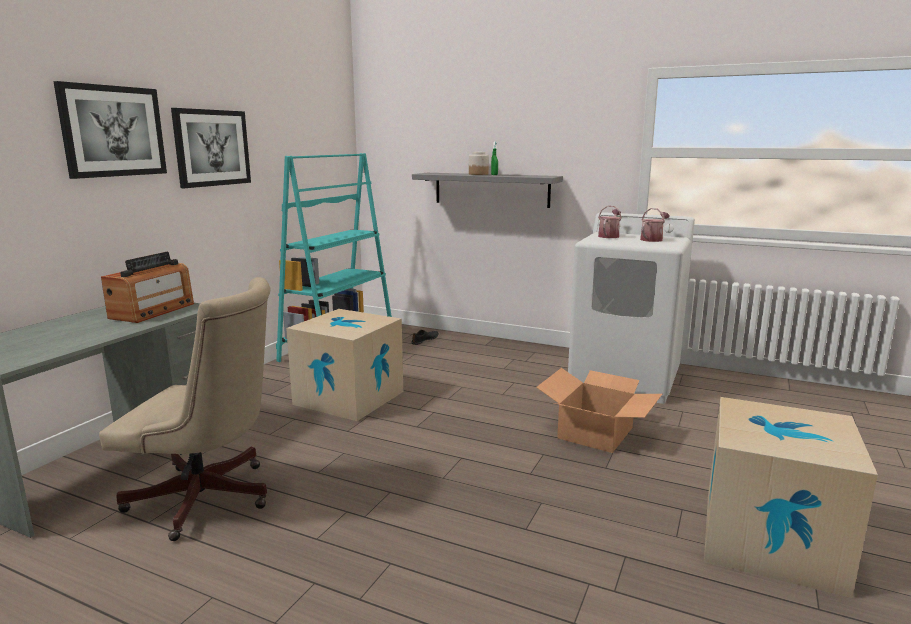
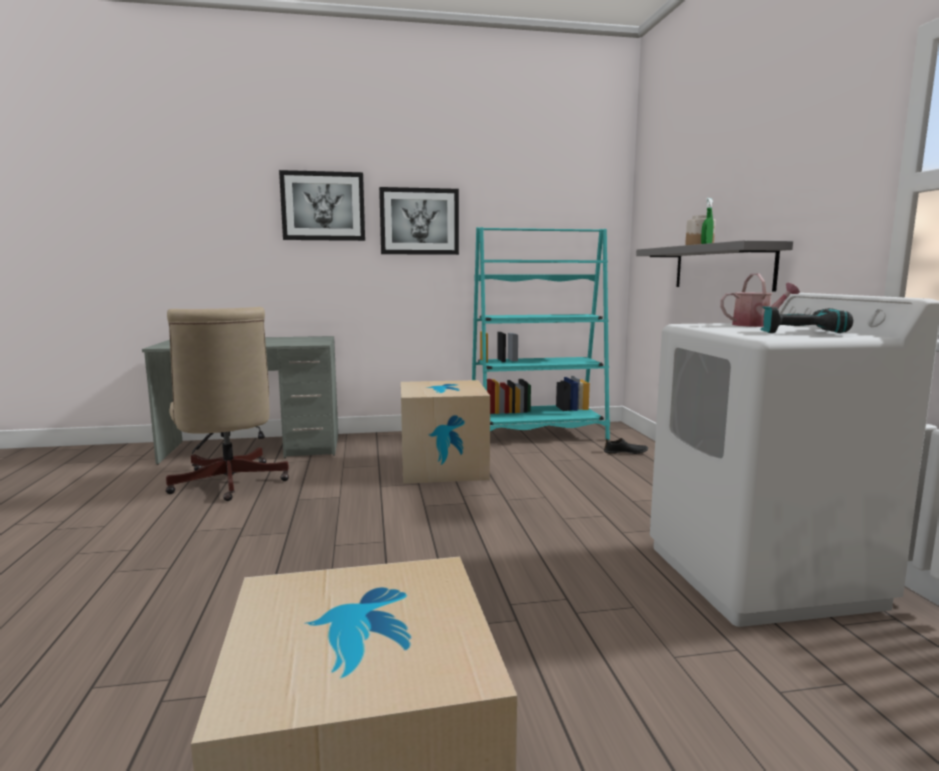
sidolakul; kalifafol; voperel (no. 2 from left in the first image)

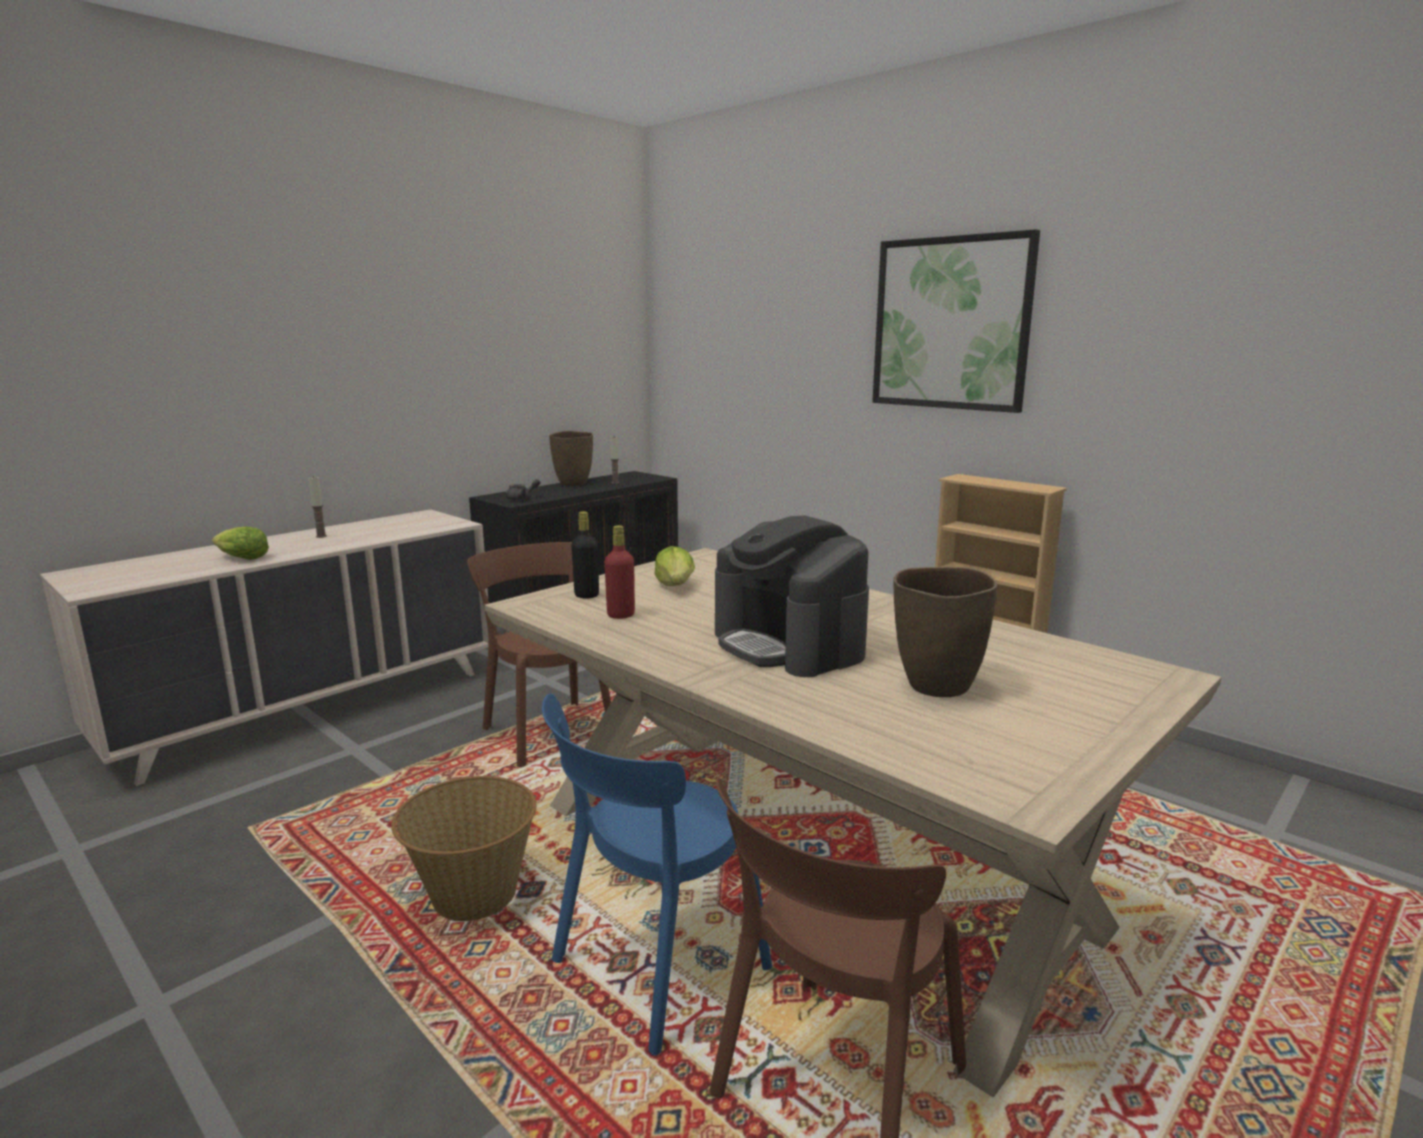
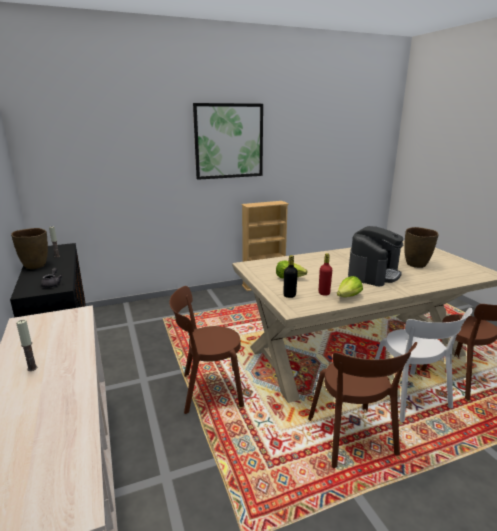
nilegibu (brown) (no. 2 from left); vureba (no. 2 from left); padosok; nilegibu (white)

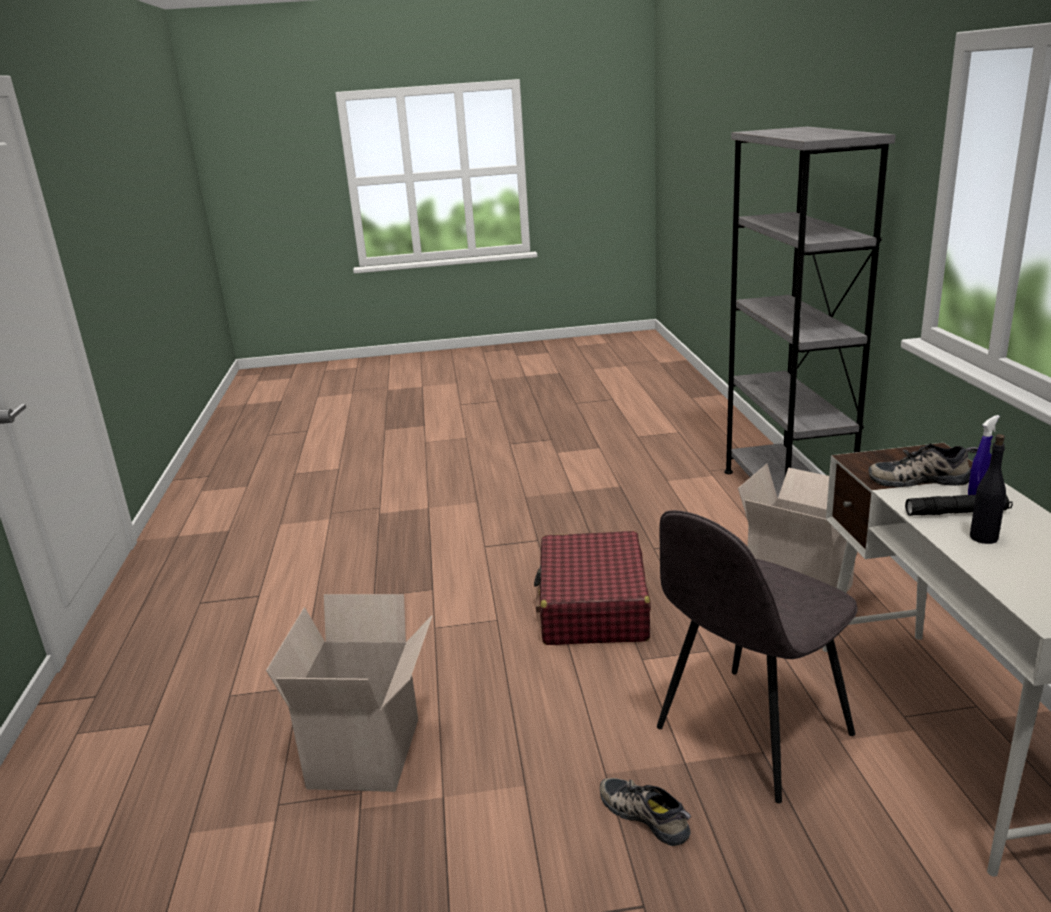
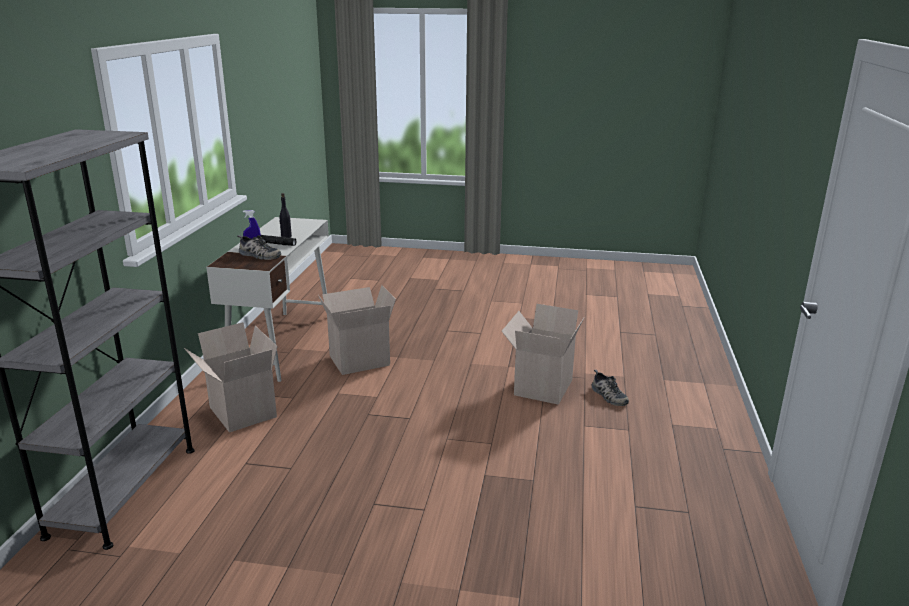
voperel (no. 2 from left); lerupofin (no. 2 from left); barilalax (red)

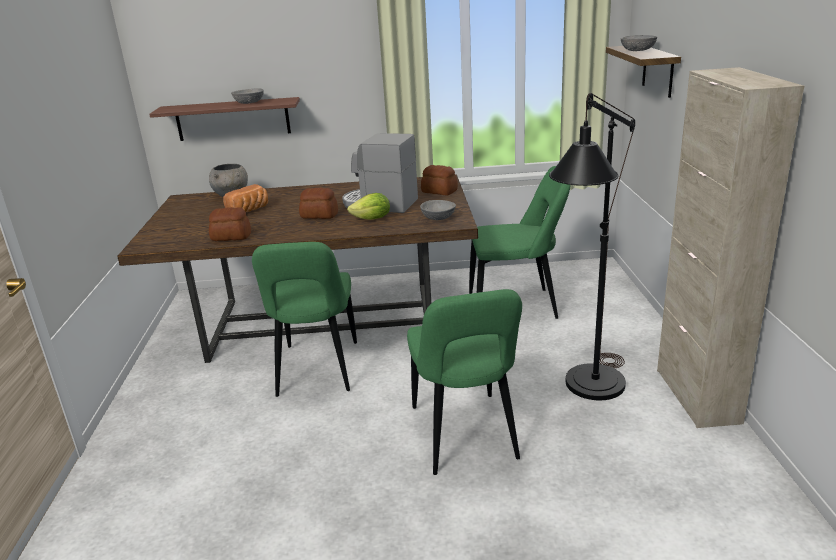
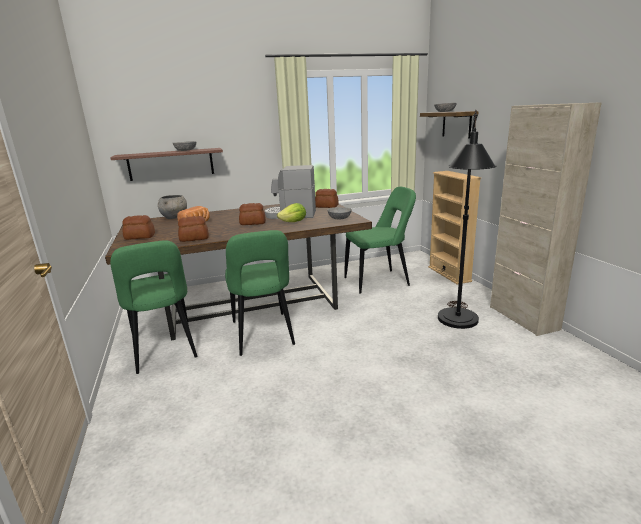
nilegibu (green) (no. 1 from left); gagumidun (no. 1 from left); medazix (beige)

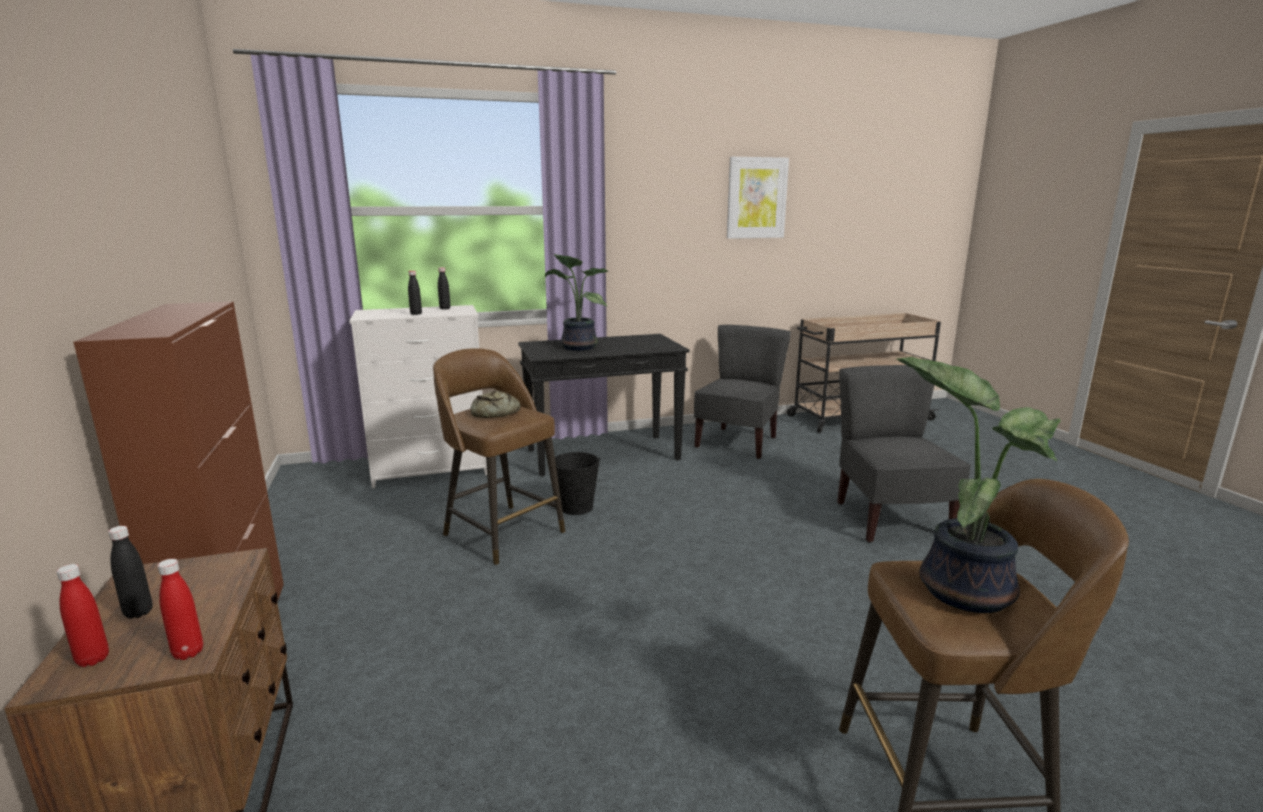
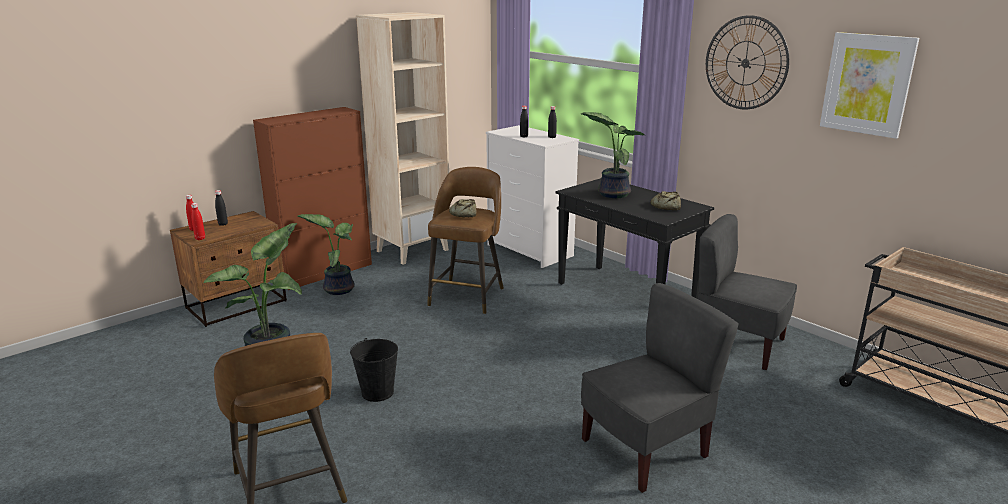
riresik (no. 2 from left); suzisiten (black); medazix (beige); gagumidun (no. 2 from left); nilegibu (grey) (no. 2 from left); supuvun

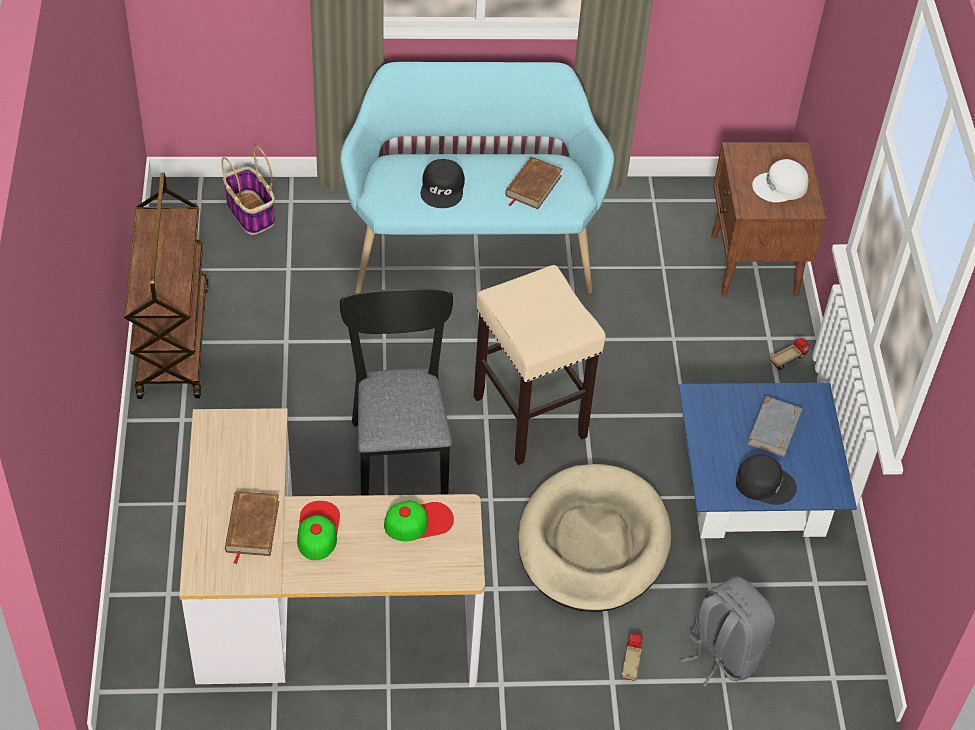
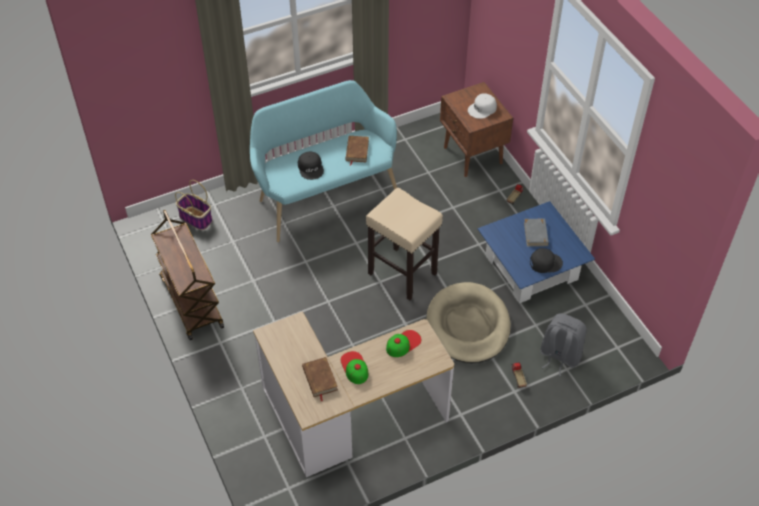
nilegibu (black)

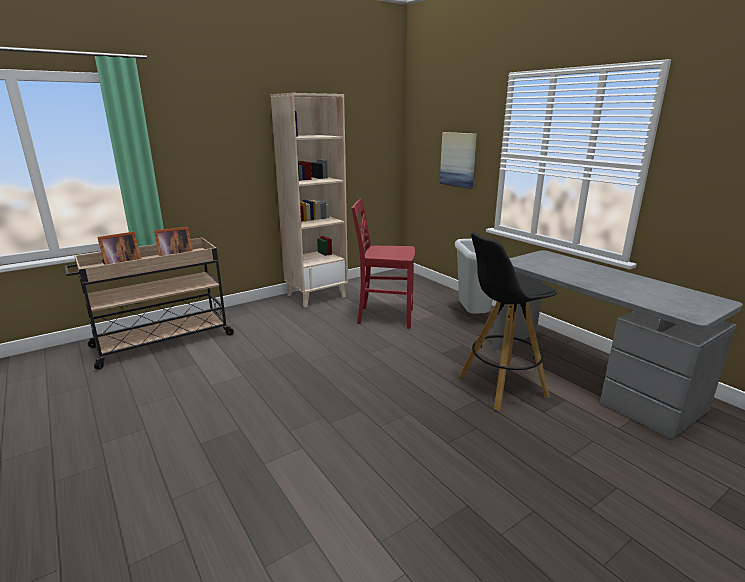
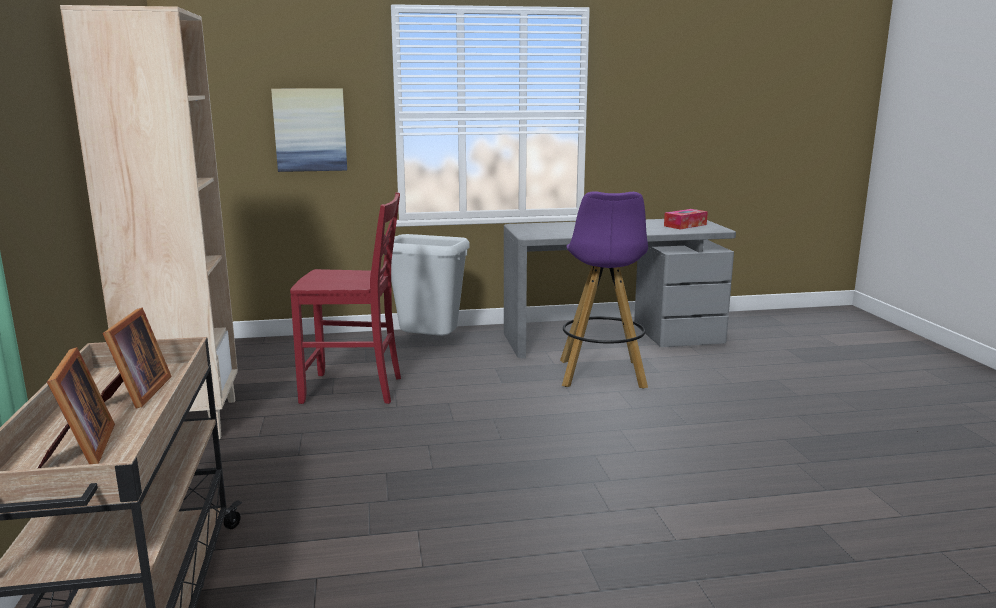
nilegibu (red); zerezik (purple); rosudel

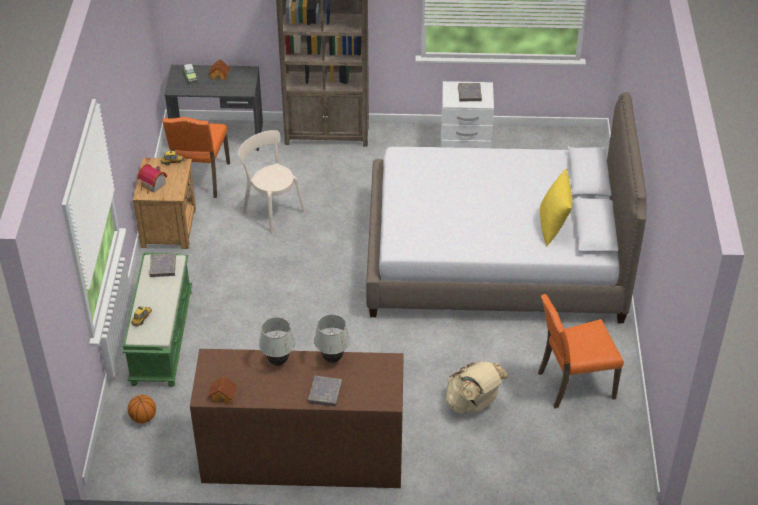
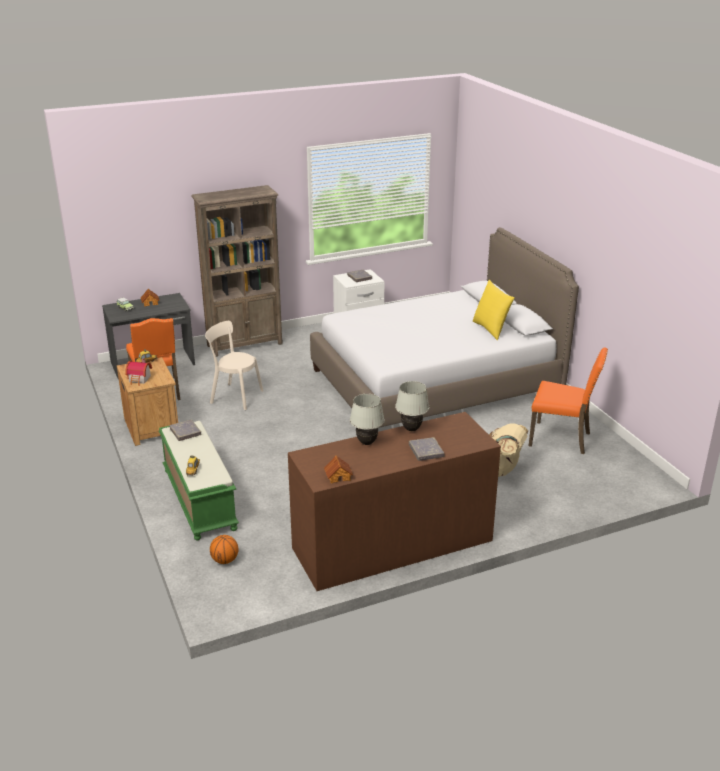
nilegibu (orange) (no. 2 from left)

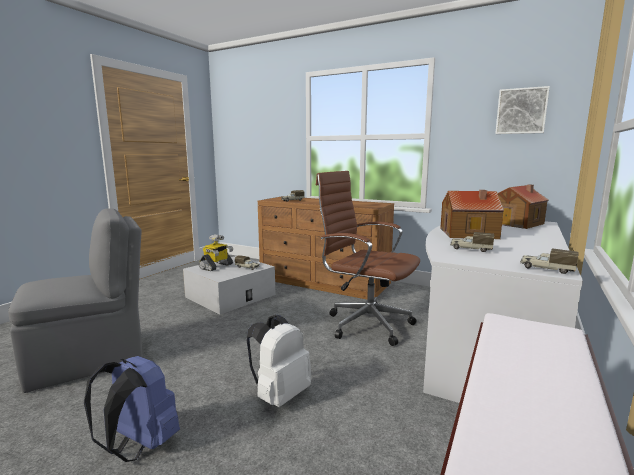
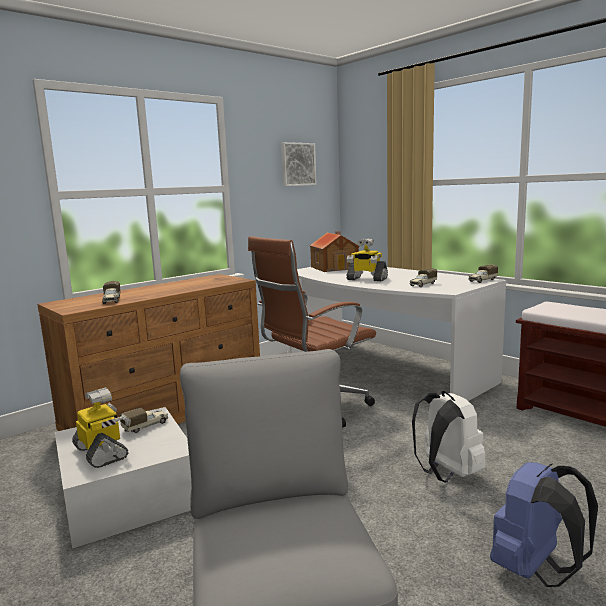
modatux (no. 2 from left)

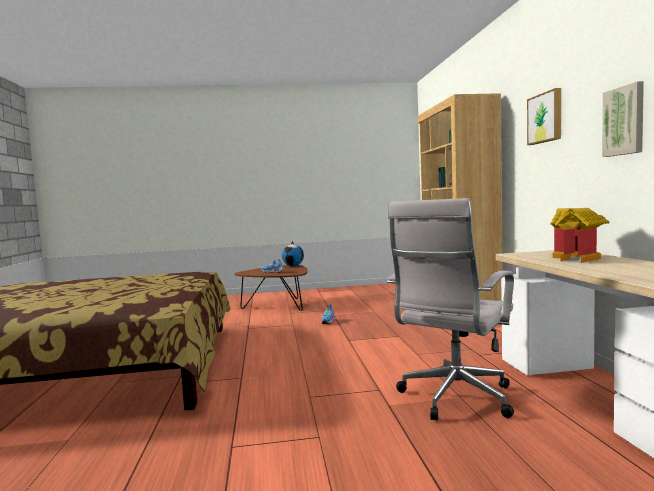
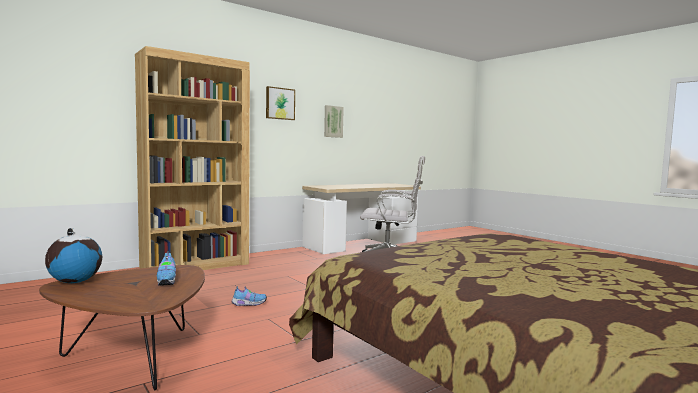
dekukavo

